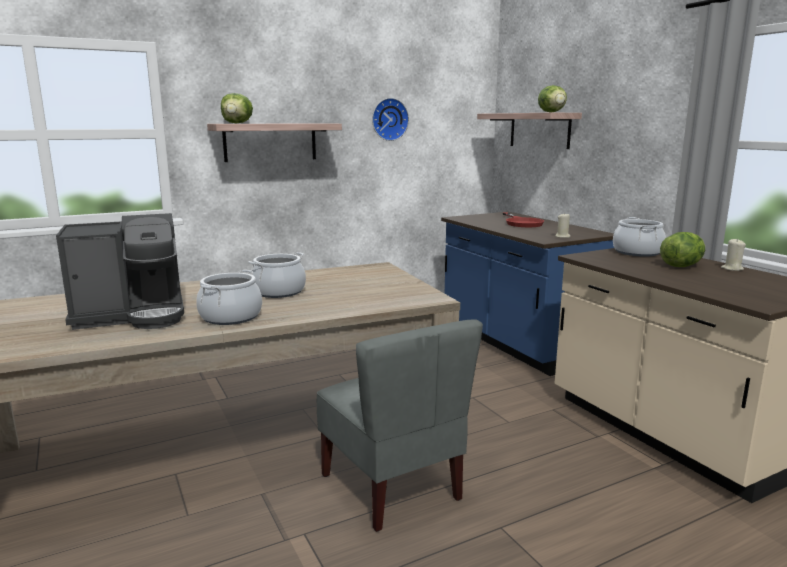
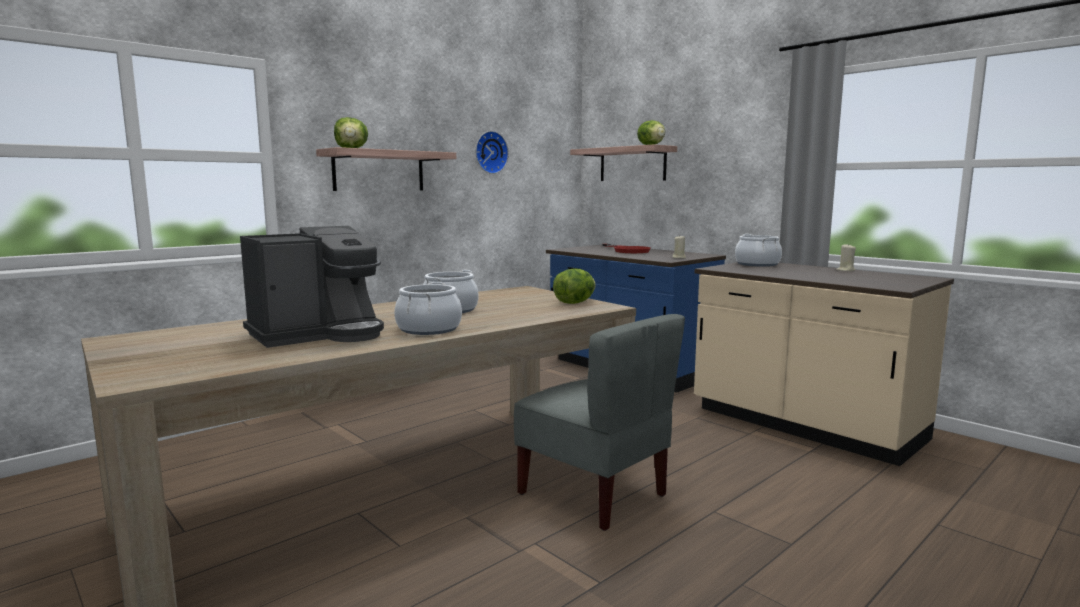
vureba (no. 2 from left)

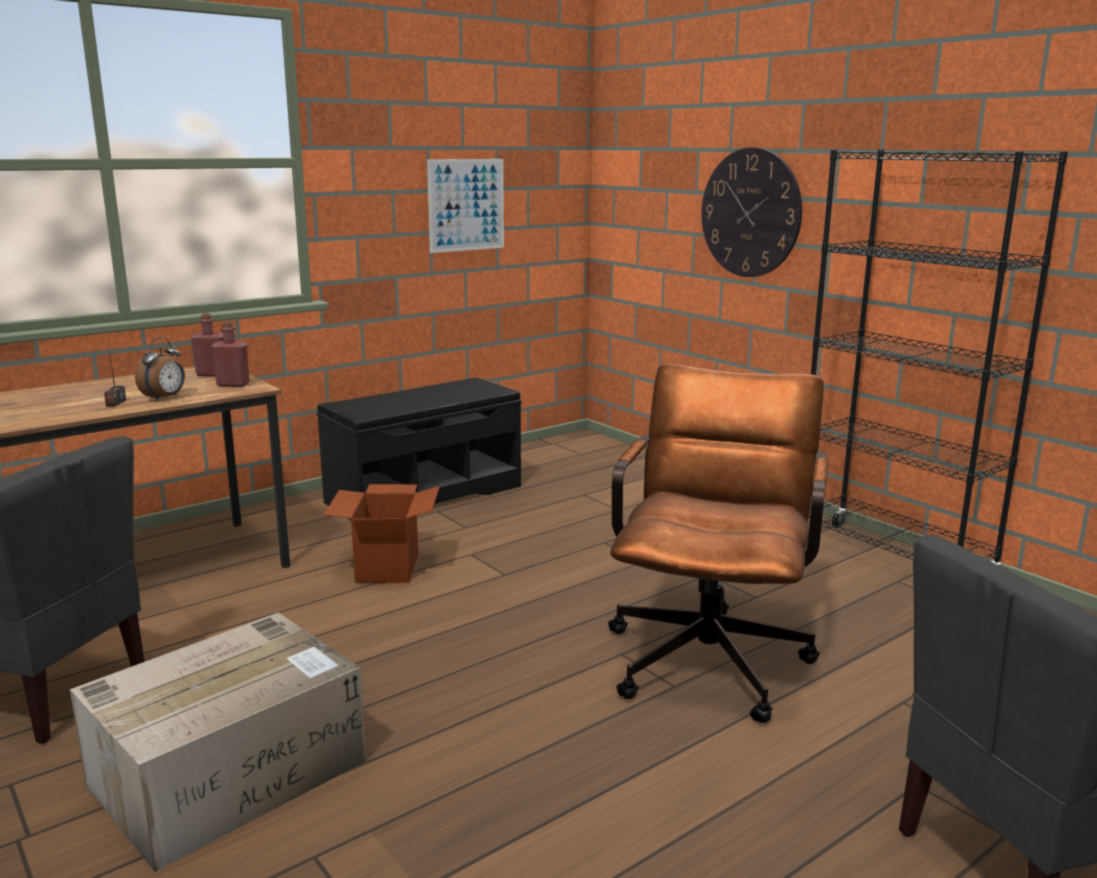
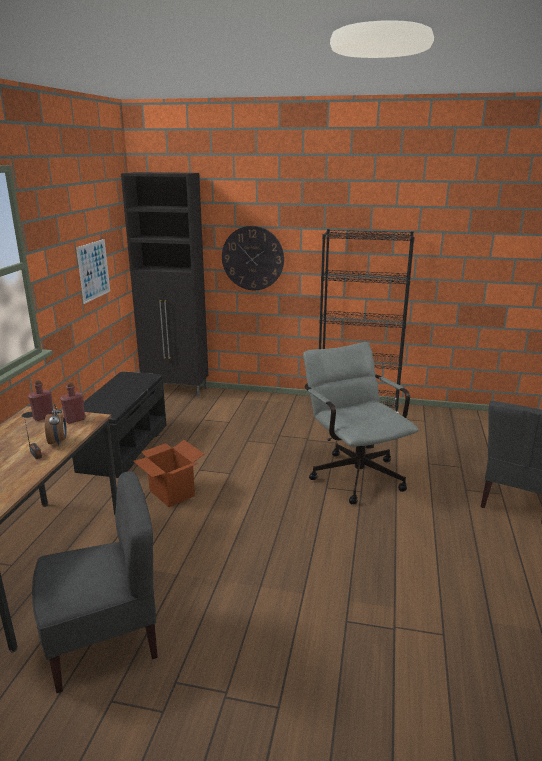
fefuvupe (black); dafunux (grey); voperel (no. 1 from left in the first image)

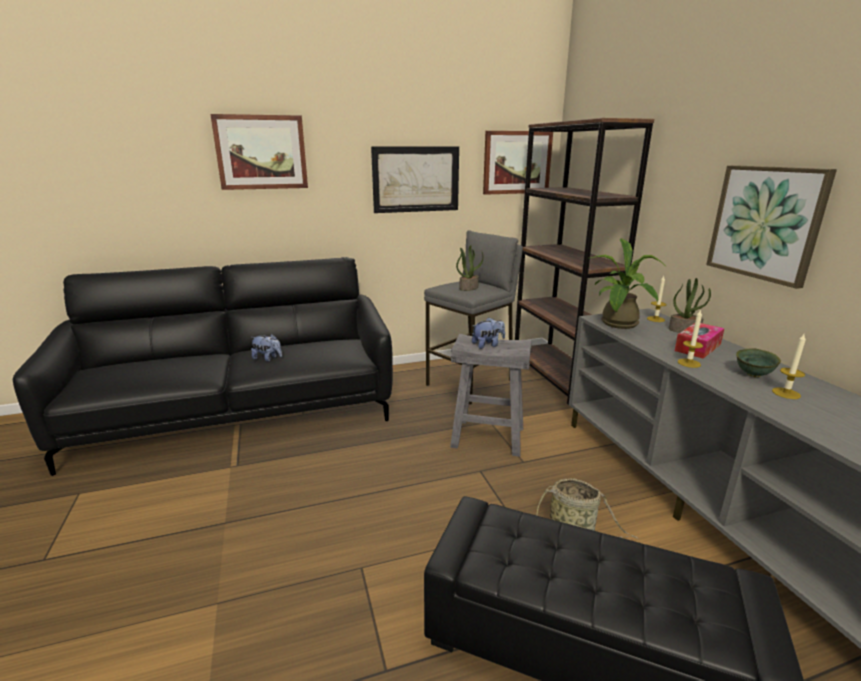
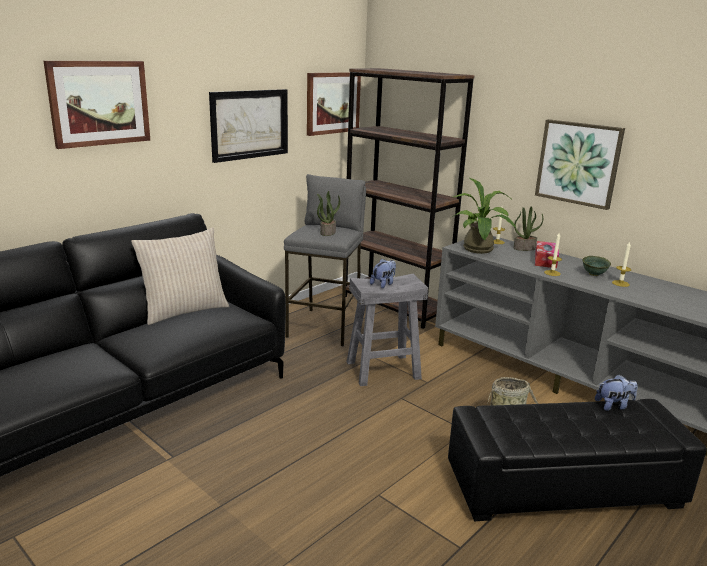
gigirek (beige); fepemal (no. 2 from left)

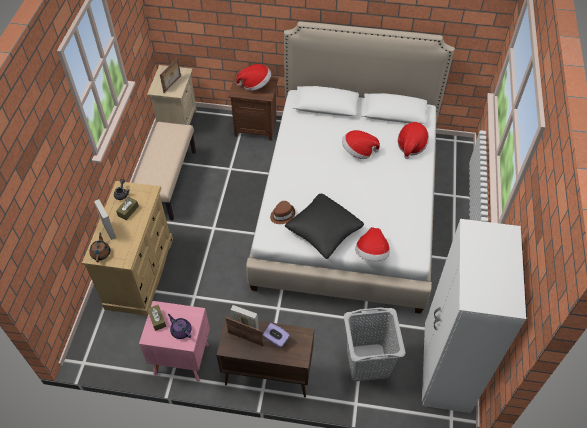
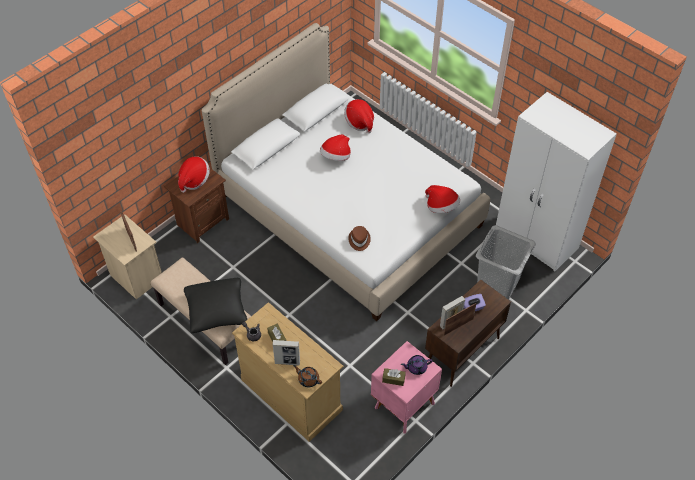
gigirek (black)

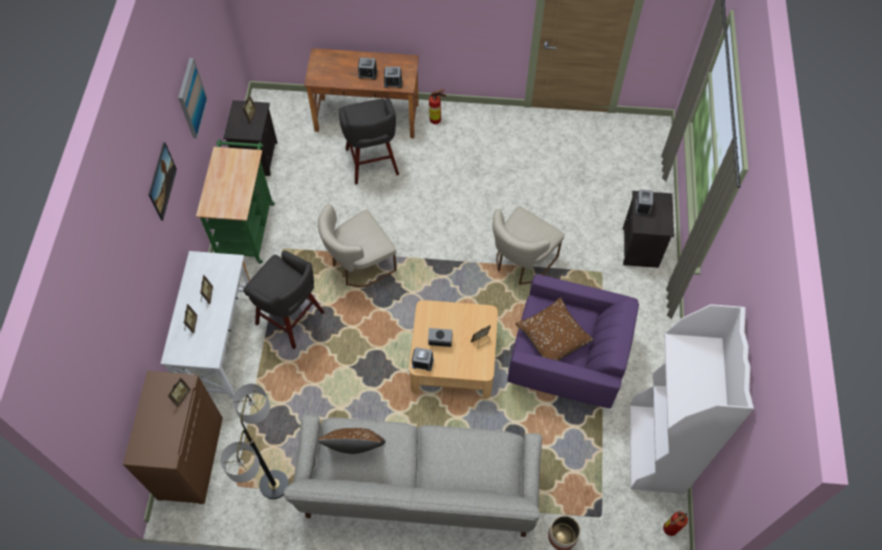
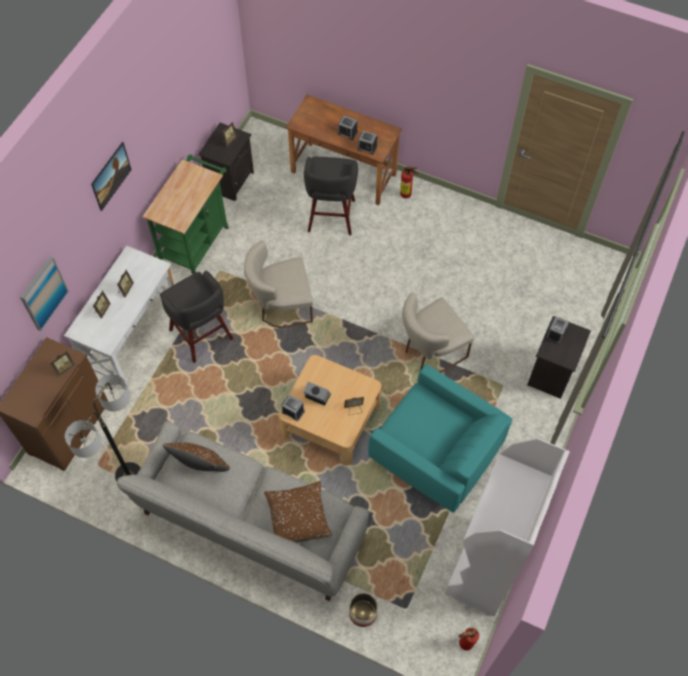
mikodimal (no. 1 from left); gigirek (brown) (no. 2 from left); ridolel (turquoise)

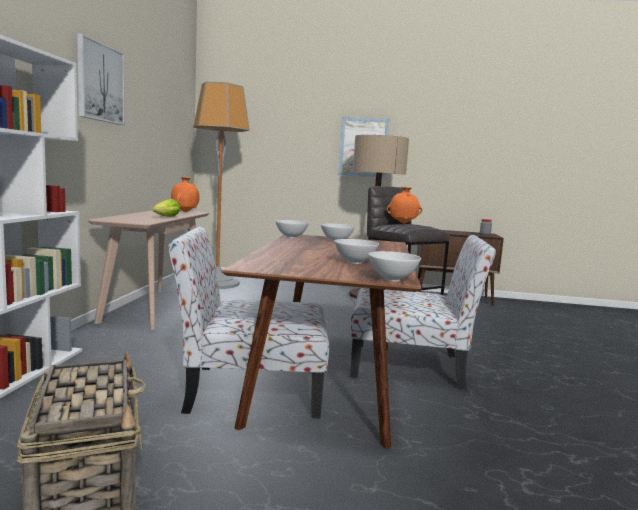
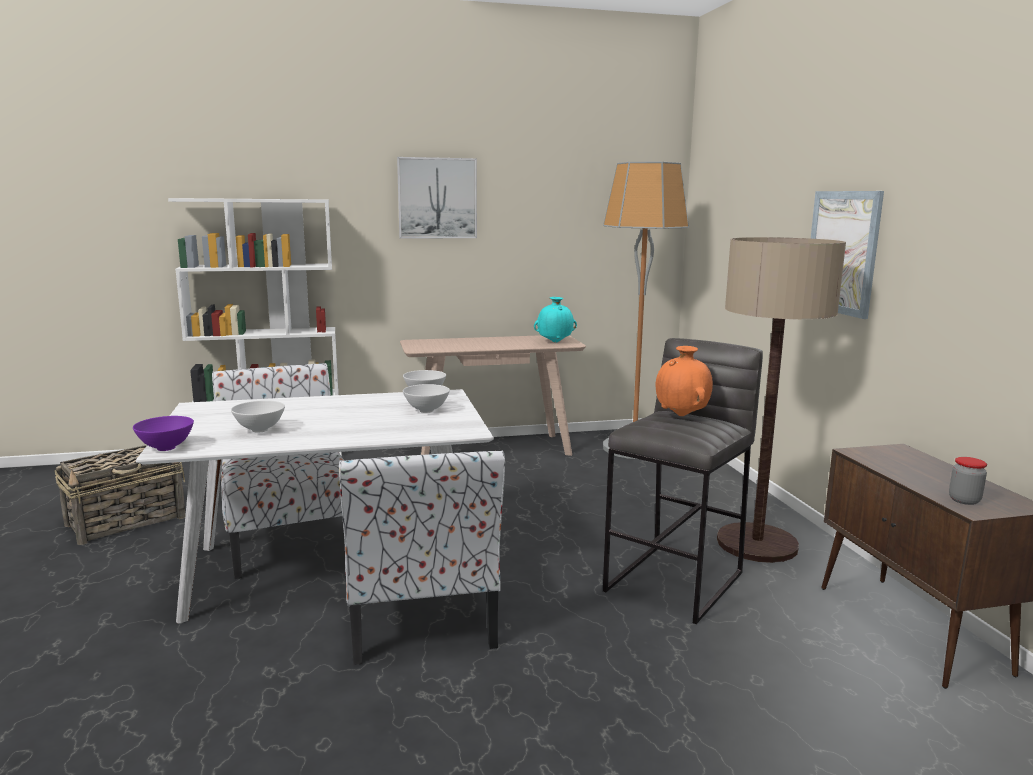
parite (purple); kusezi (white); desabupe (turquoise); vureba

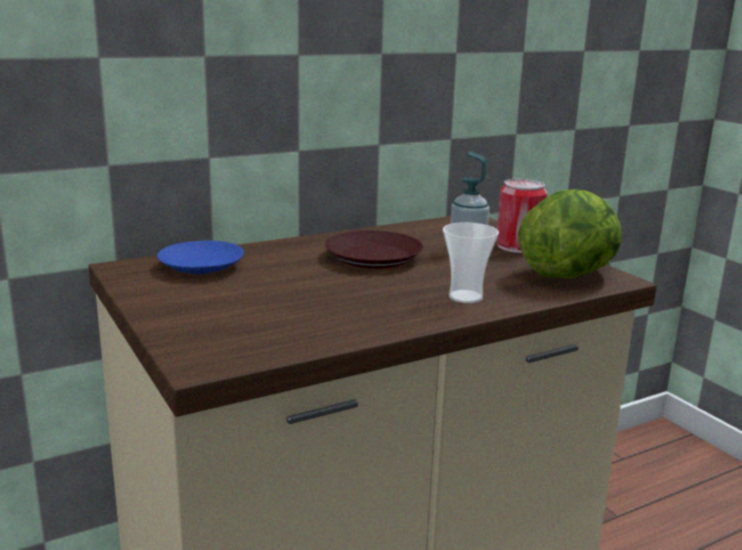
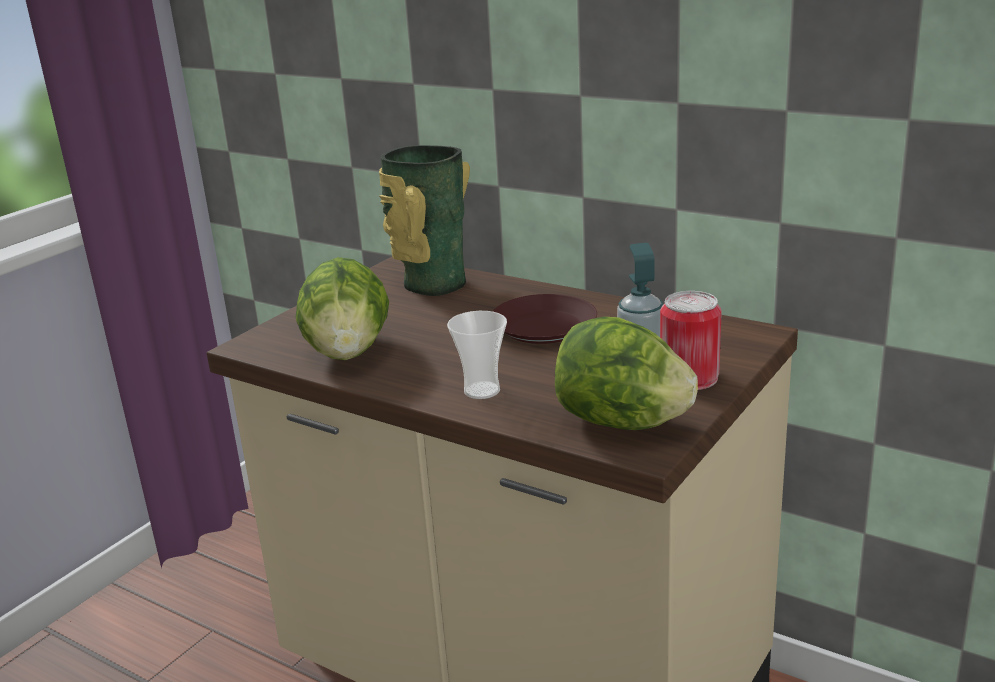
vureba (no. 1 from left); desabupe

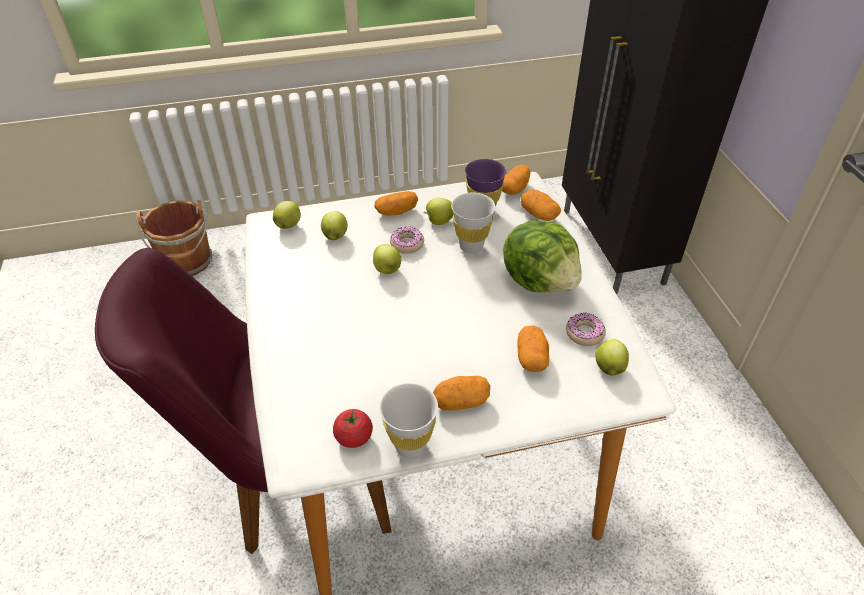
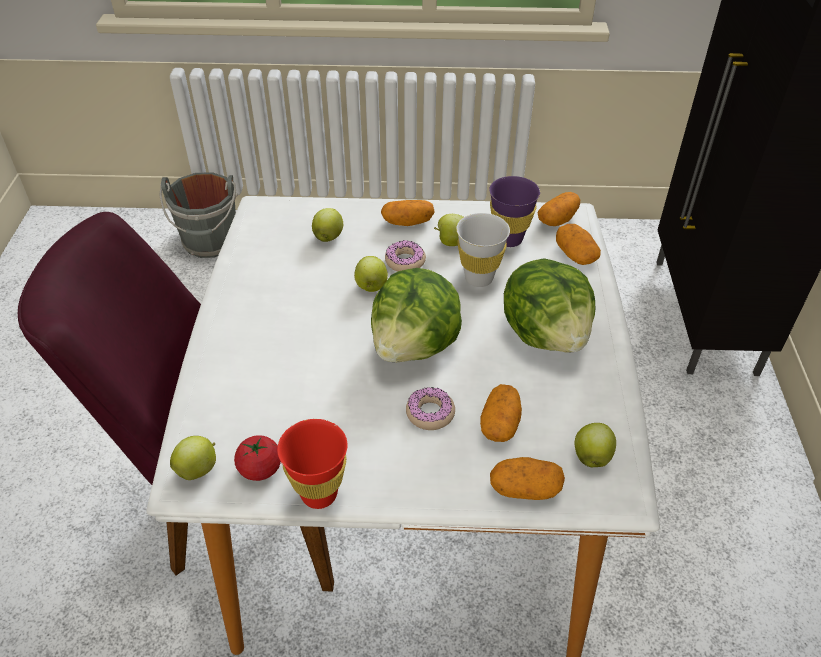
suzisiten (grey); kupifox (no. 1 from left); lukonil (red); vureba (no. 1 from left); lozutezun (no. 2 from left); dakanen (no. 3 from left)

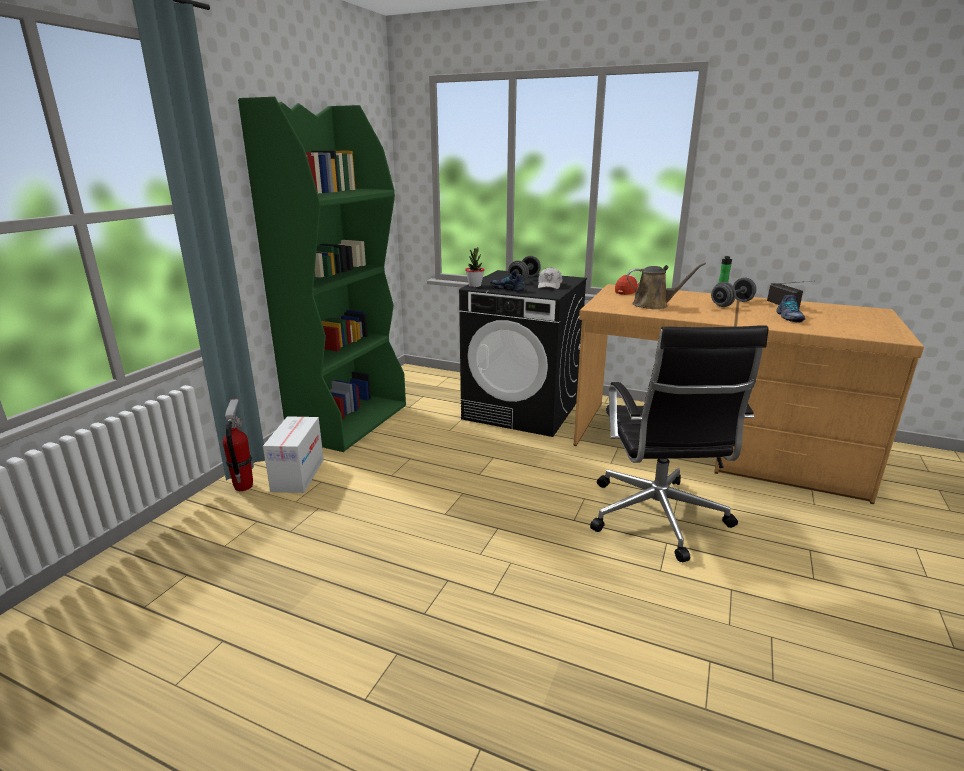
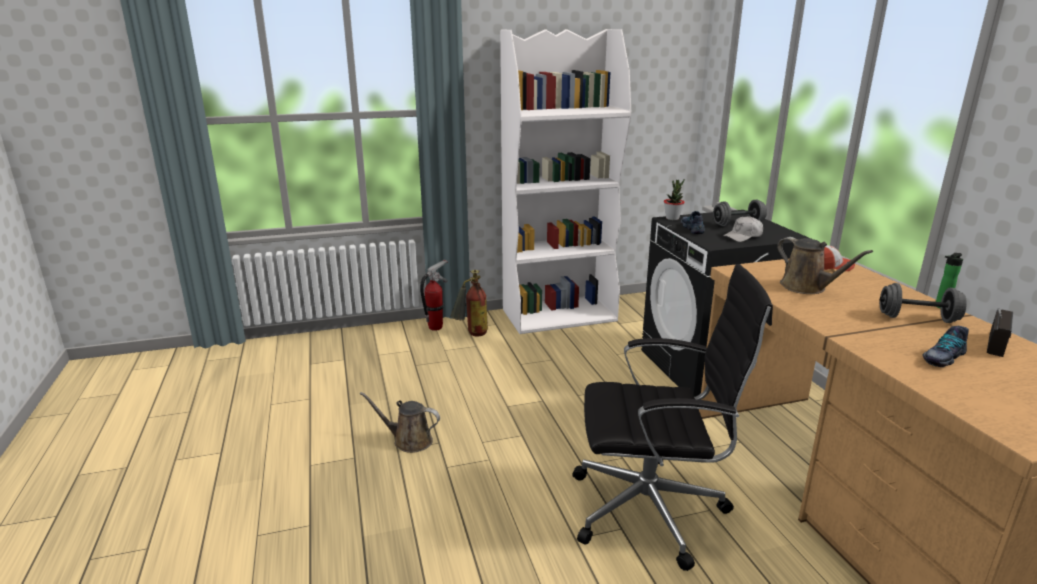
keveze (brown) (no. 1 from left); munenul (no. 2 from left); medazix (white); dafunux (black)

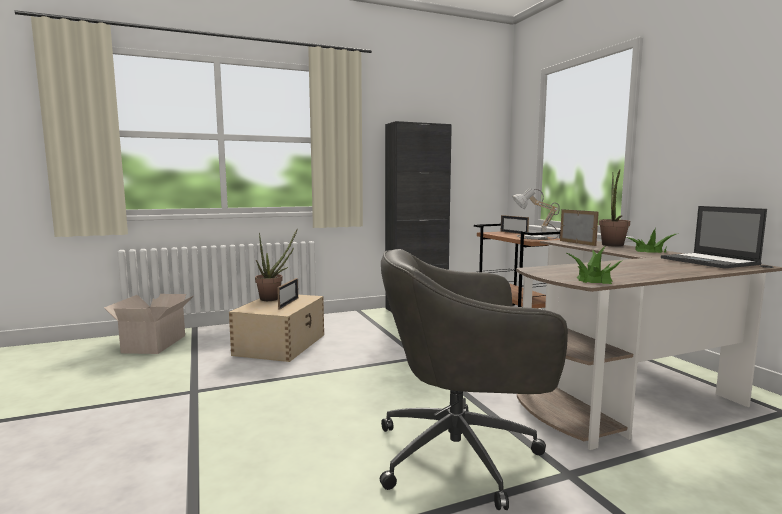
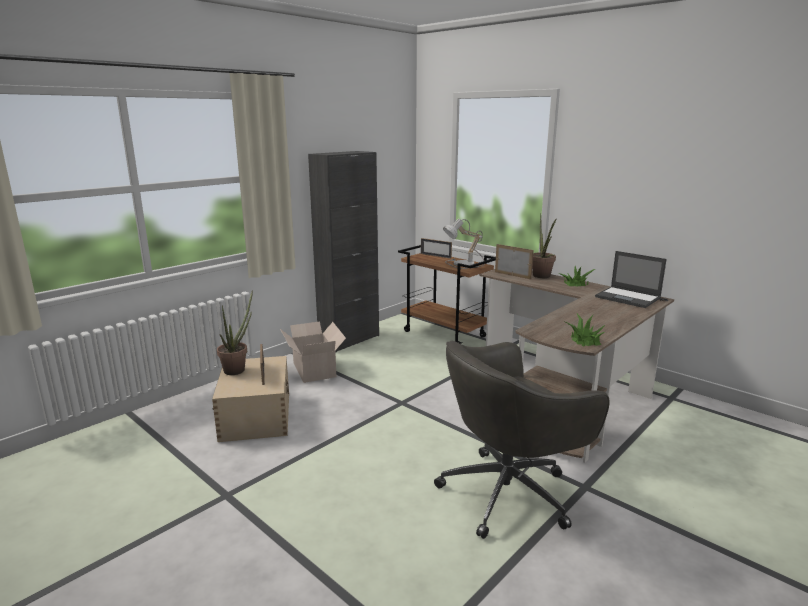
voperel

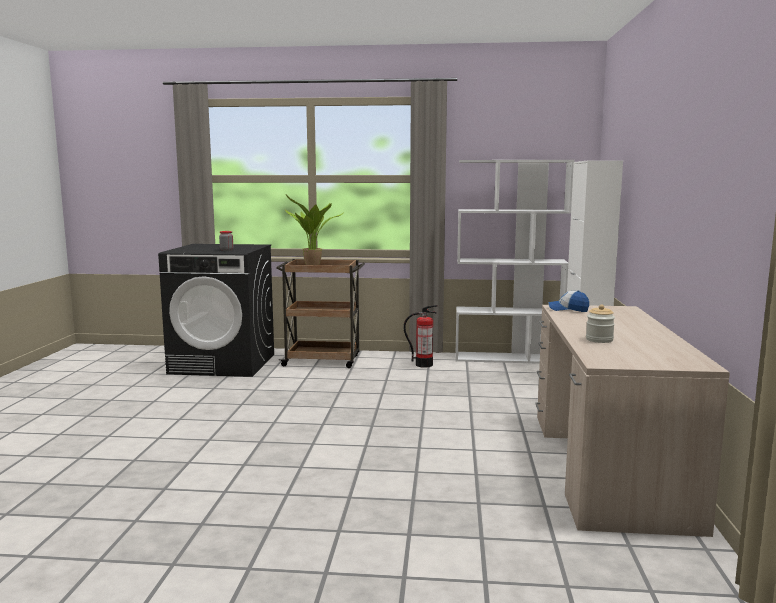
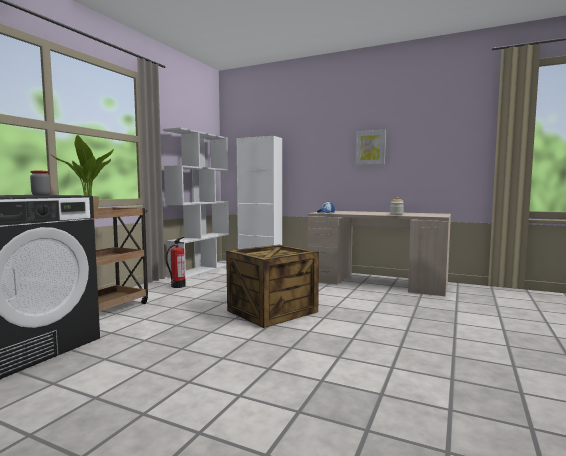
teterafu; mikodimal

